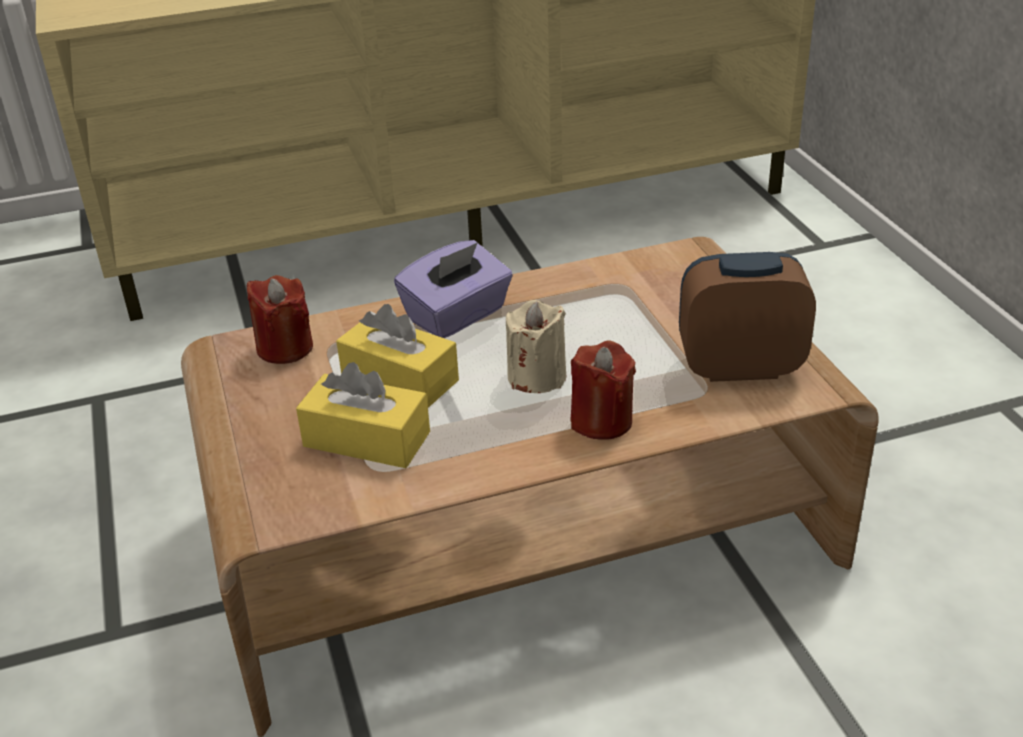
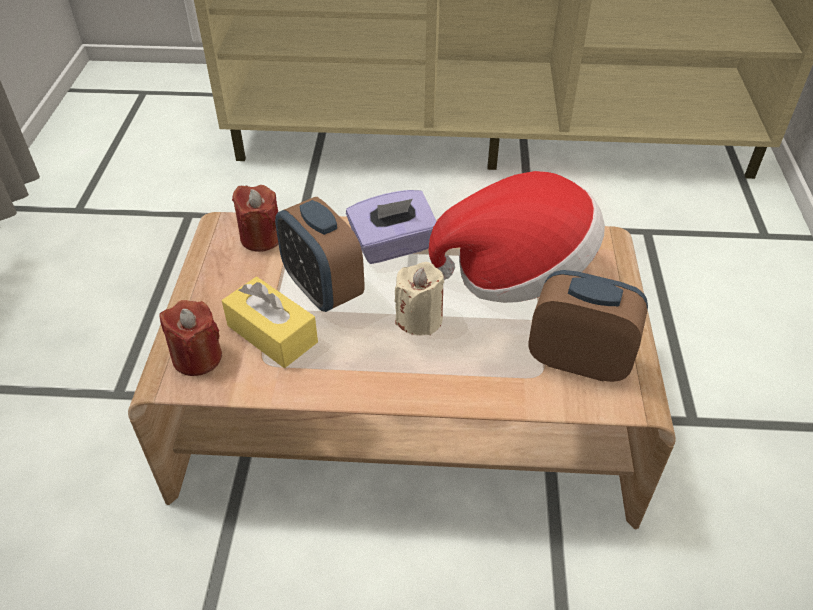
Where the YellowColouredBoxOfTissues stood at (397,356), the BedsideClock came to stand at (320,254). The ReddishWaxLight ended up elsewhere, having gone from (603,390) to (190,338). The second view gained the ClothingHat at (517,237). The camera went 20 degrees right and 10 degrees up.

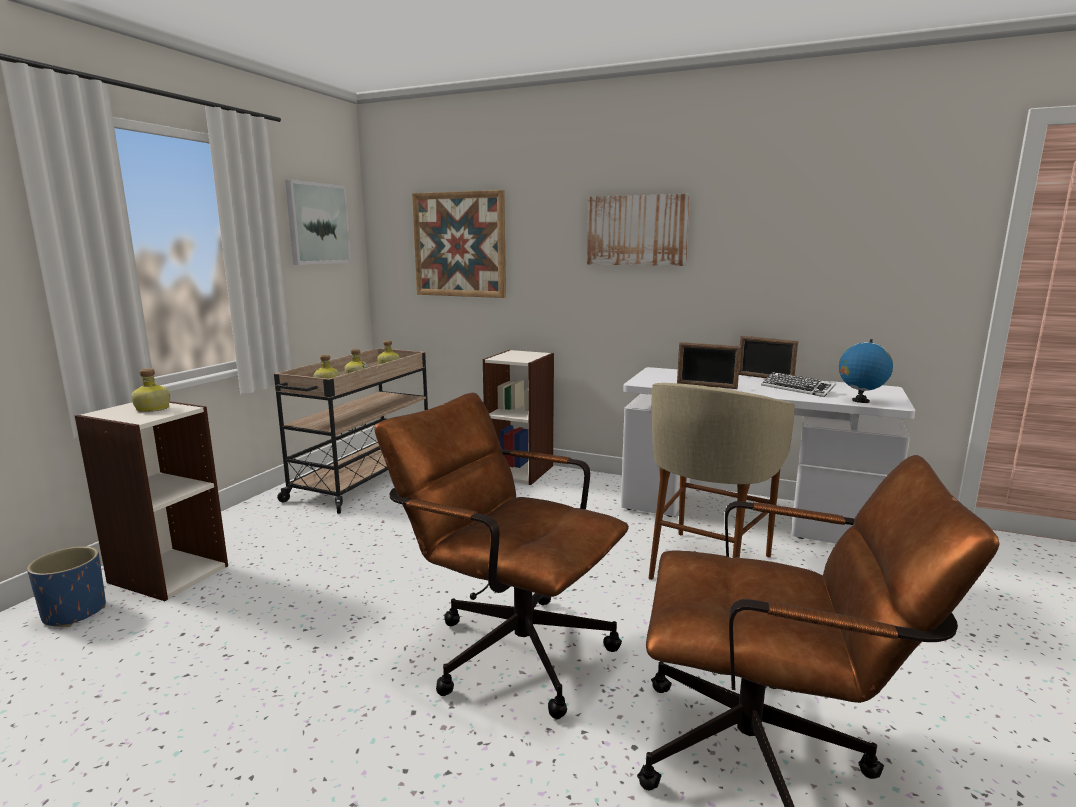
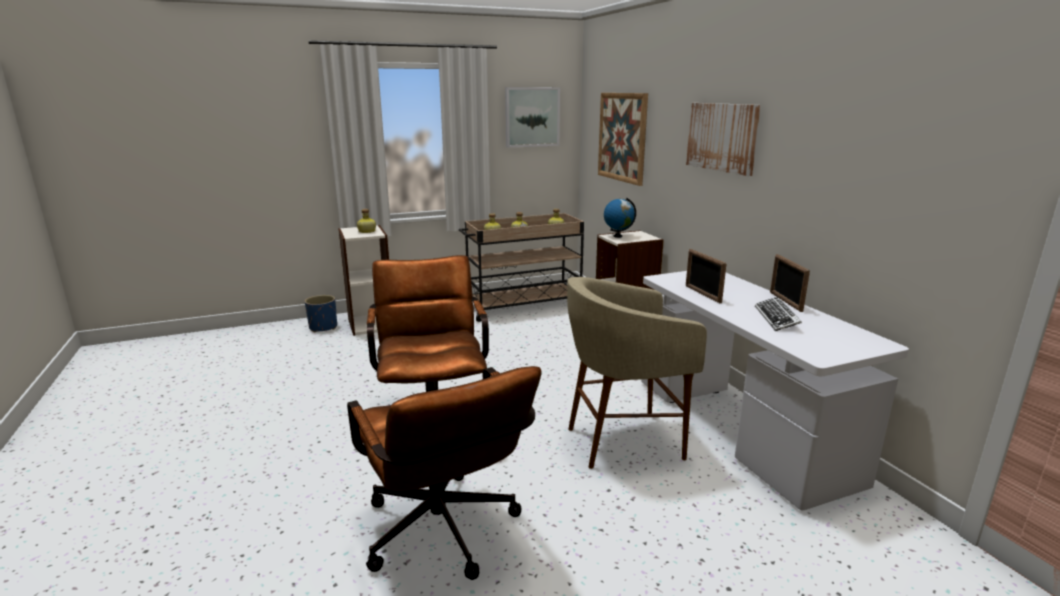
The WorldGlobe ended up elsewhere, having gone from (866,371) to (620,218). The camera went 45 degrees right and 5 degrees up.

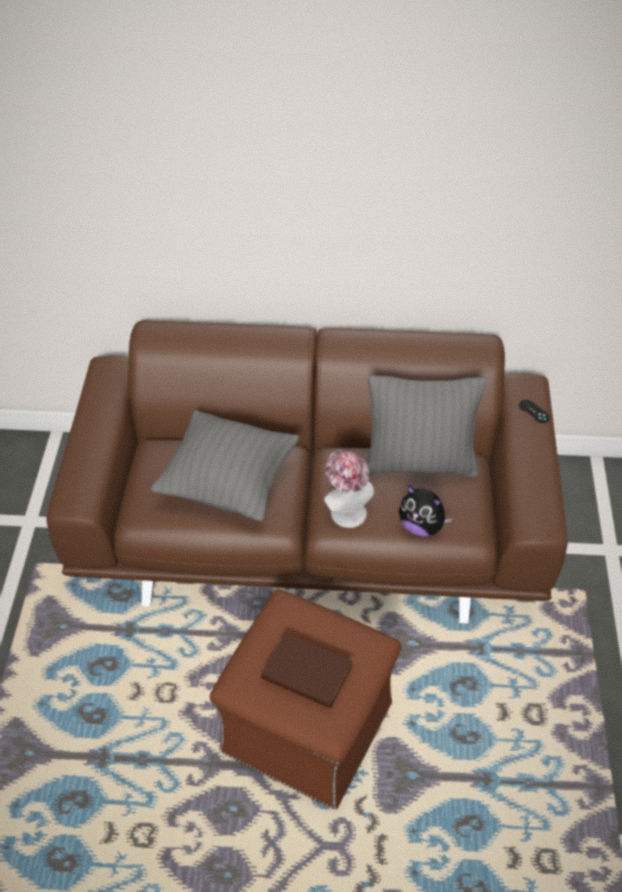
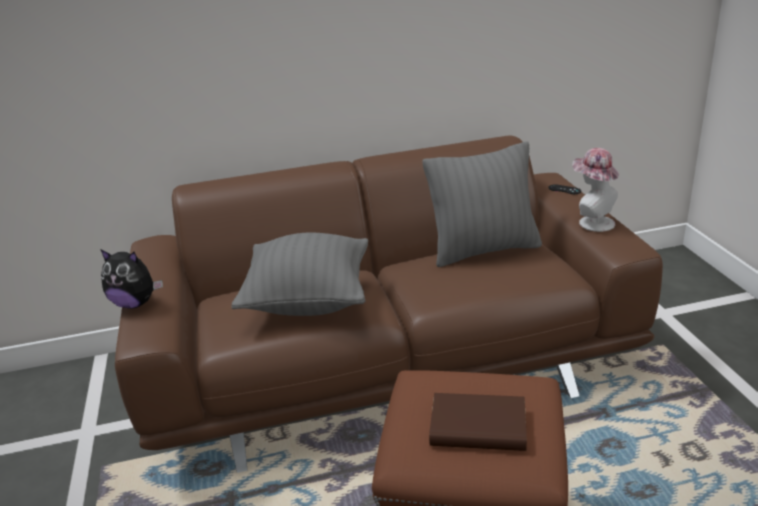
The ClothingHat ended up elsewhere, having gone from (349,489) to (596,190). The CuddlyToy ended up elsewhere, having gone from (426,511) to (131,279). The camera went 15 degrees left and 20 degrees down.

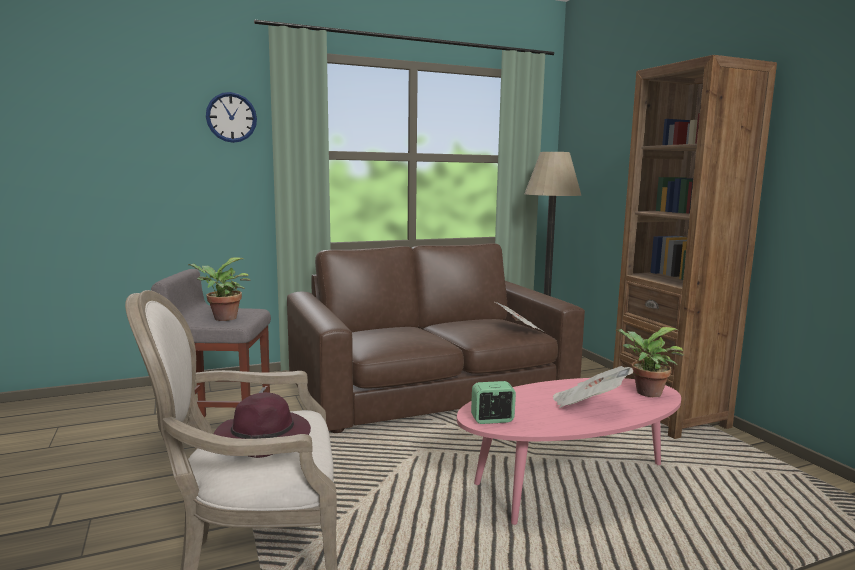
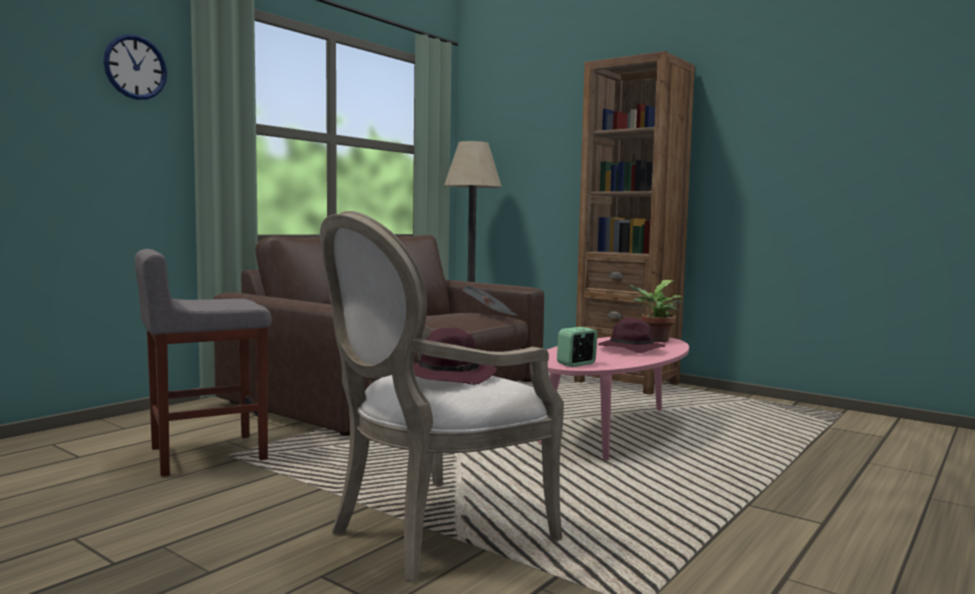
The second view lost the Houseplant at (219,289). Where the PrintedPaper stood at (593,387), the PurpleClothingHat came to stand at (632,335). The camera went 30 degrees left and 5 degrees down.

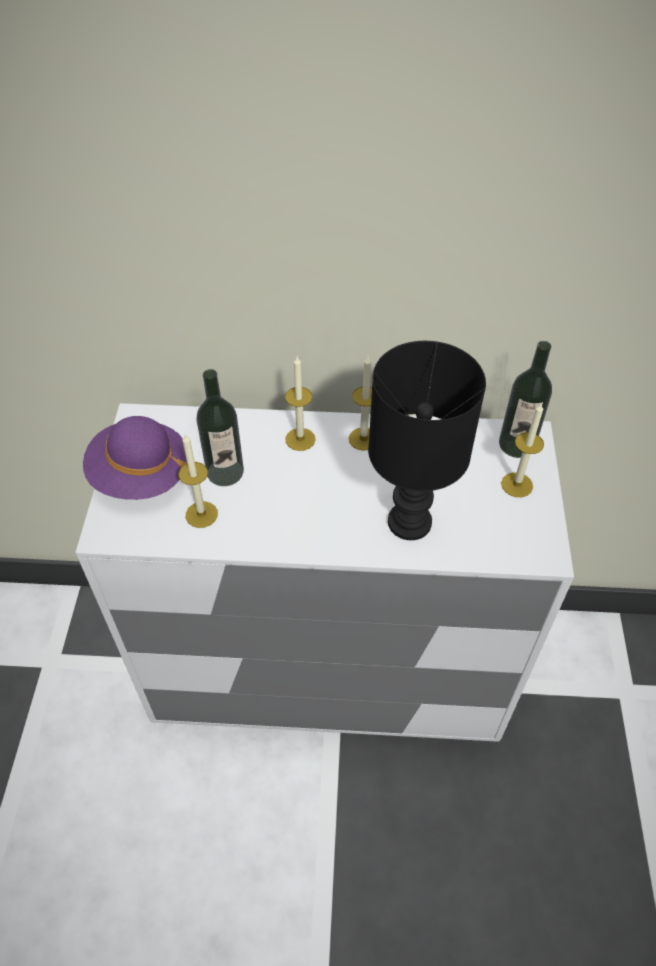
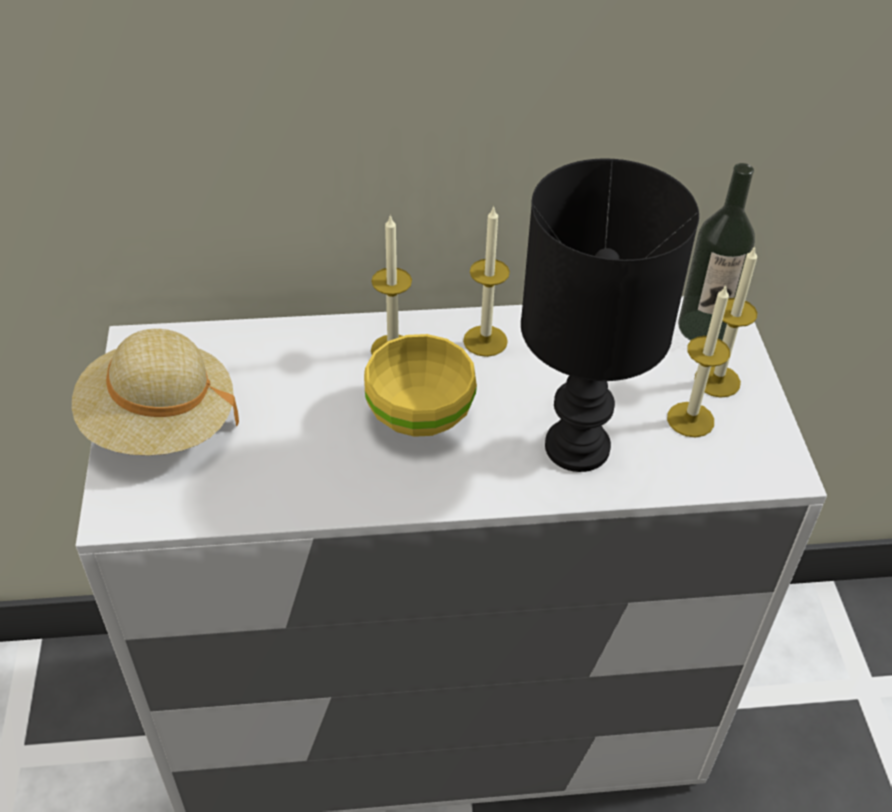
The second view lost the BeverageBottle at (220,427). What was the PurpleClothingHat at (135,458) turned into the SandColouredClothingHat at (155,392). The WaxLight ended up elsewhere, having gone from (198,481) to (698,361). The second view gained the YellowColouredBowl at (420,385). The camera went 10 degrees left and 5 degrees down.

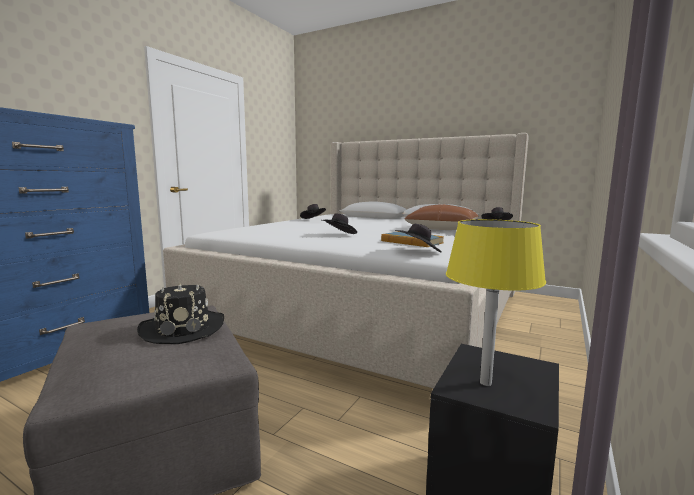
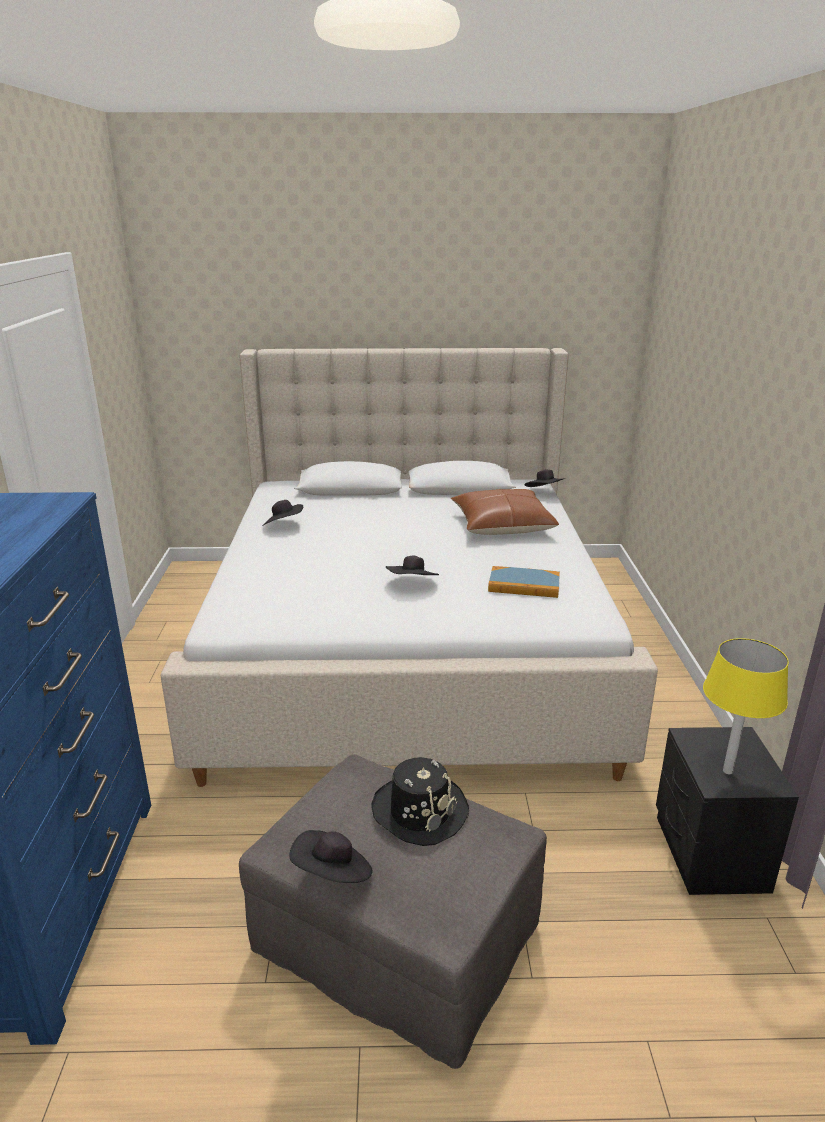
The BlackishClothingHat ended up elsewhere, having gone from (418,238) to (330,856). The camera went 30 degrees left and 15 degrees up.

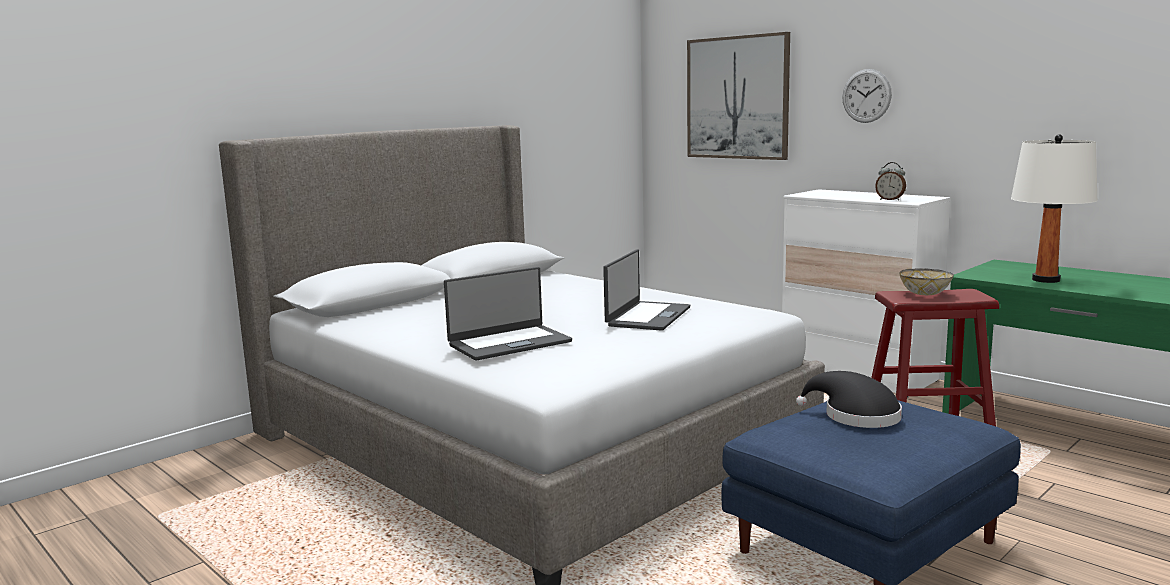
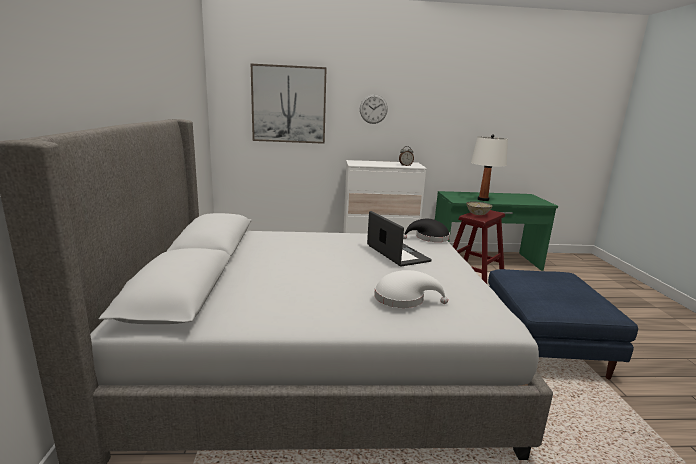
Where the NotebookComputer stood at (508,314), the WhiteColouredClothingHat came to stand at (411,289). The BlackishClothingHat ended up elsewhere, having gone from (849,399) to (426,230). The camera went 50 degrees left and 5 degrees up.

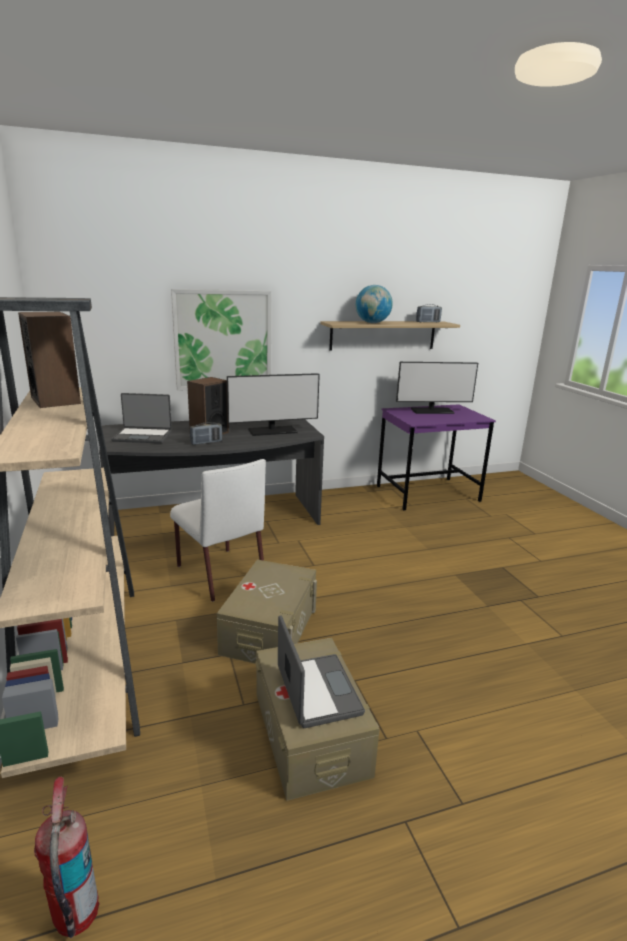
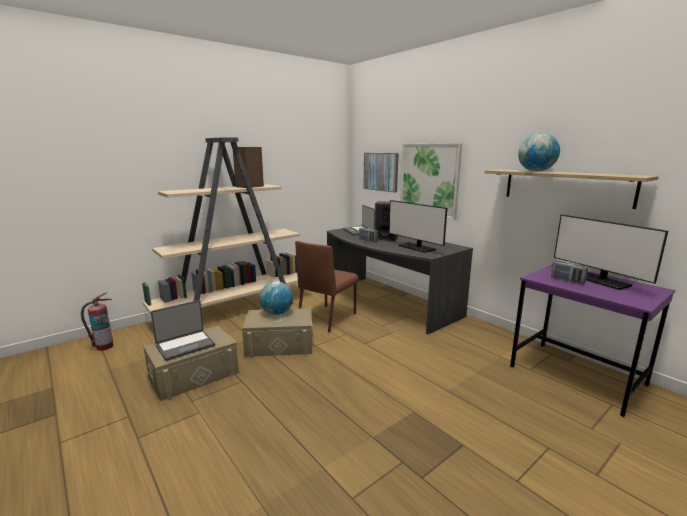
The RadioSet ended up elsewhere, having gone from (429,313) to (569,272). What was the WhiteColouredPlainChair at (218,530) turned into the BrownColouredPlainChair at (327,287). The second view gained the WallArt at (381,172). The second view gained the WorldGlobe at (276,298). The camera went 70 degrees right and 5 degrees down.

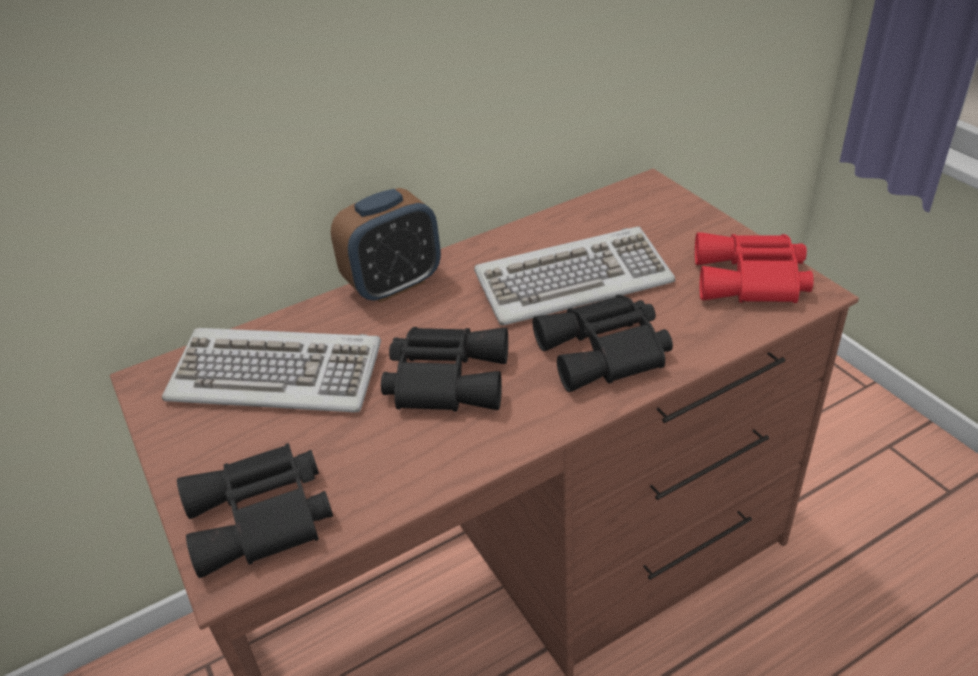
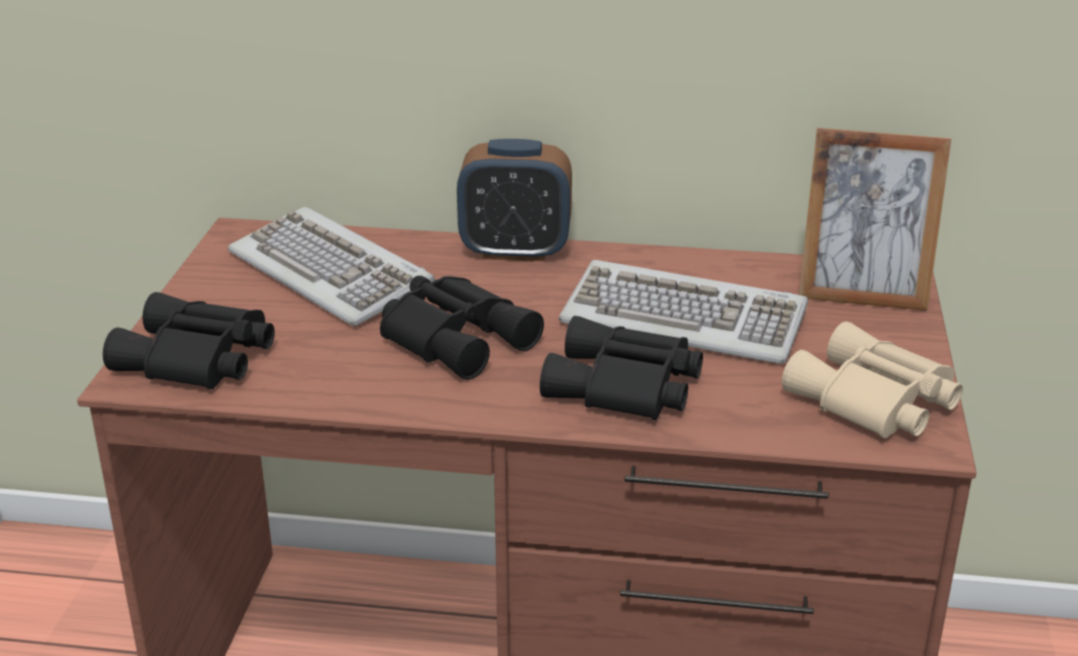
What was the ReddishPairOfBinoculars at (754,267) turned into the SandColouredPairOfBinoculars at (872,379). The second view gained the PictureFrame at (875,219). The camera went 35 degrees right and 10 degrees down.

